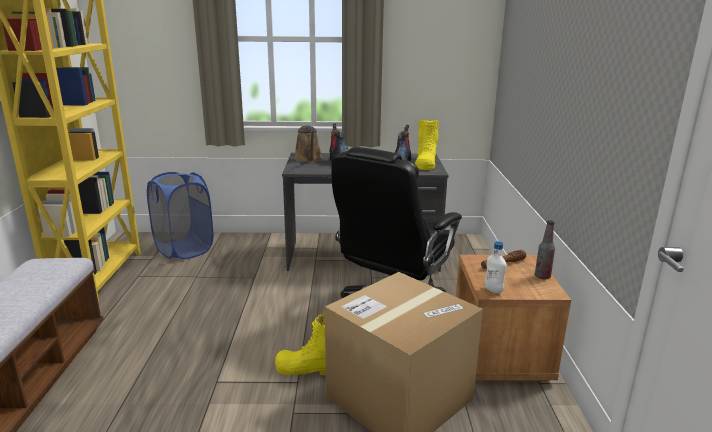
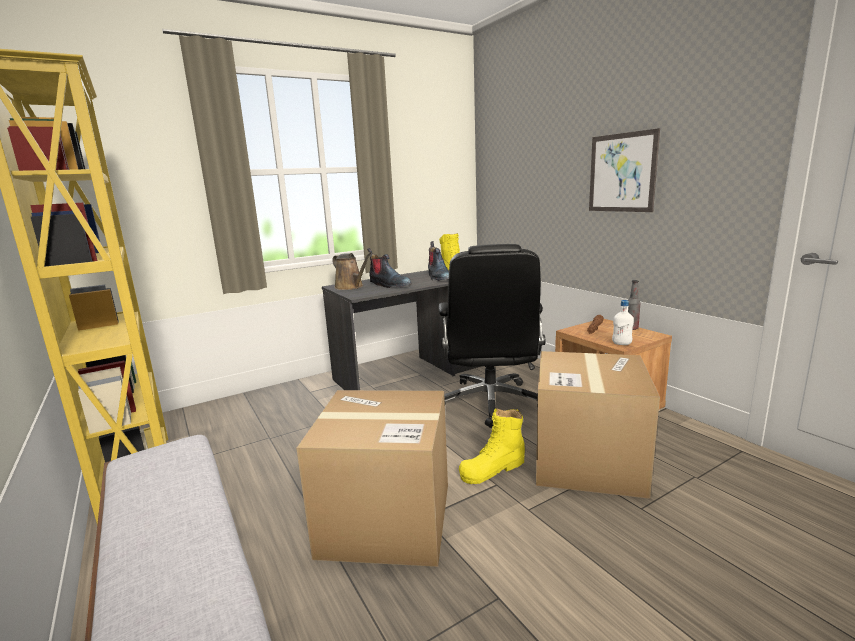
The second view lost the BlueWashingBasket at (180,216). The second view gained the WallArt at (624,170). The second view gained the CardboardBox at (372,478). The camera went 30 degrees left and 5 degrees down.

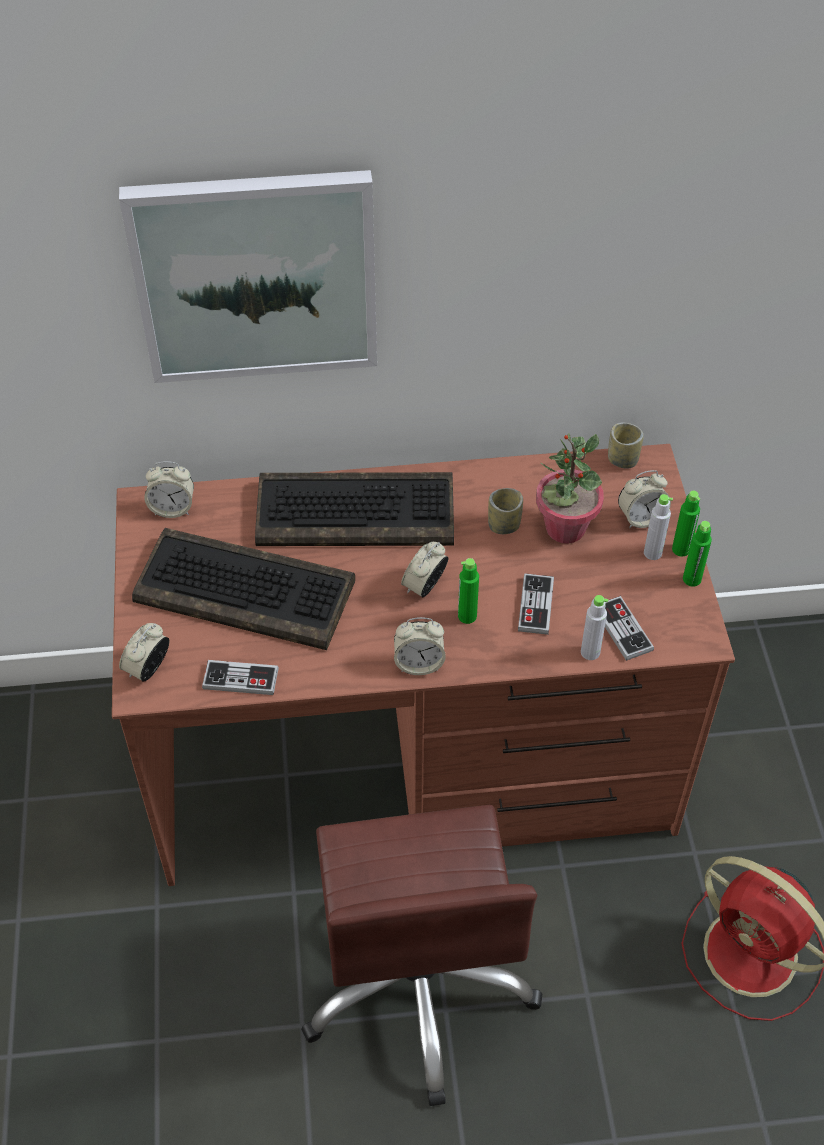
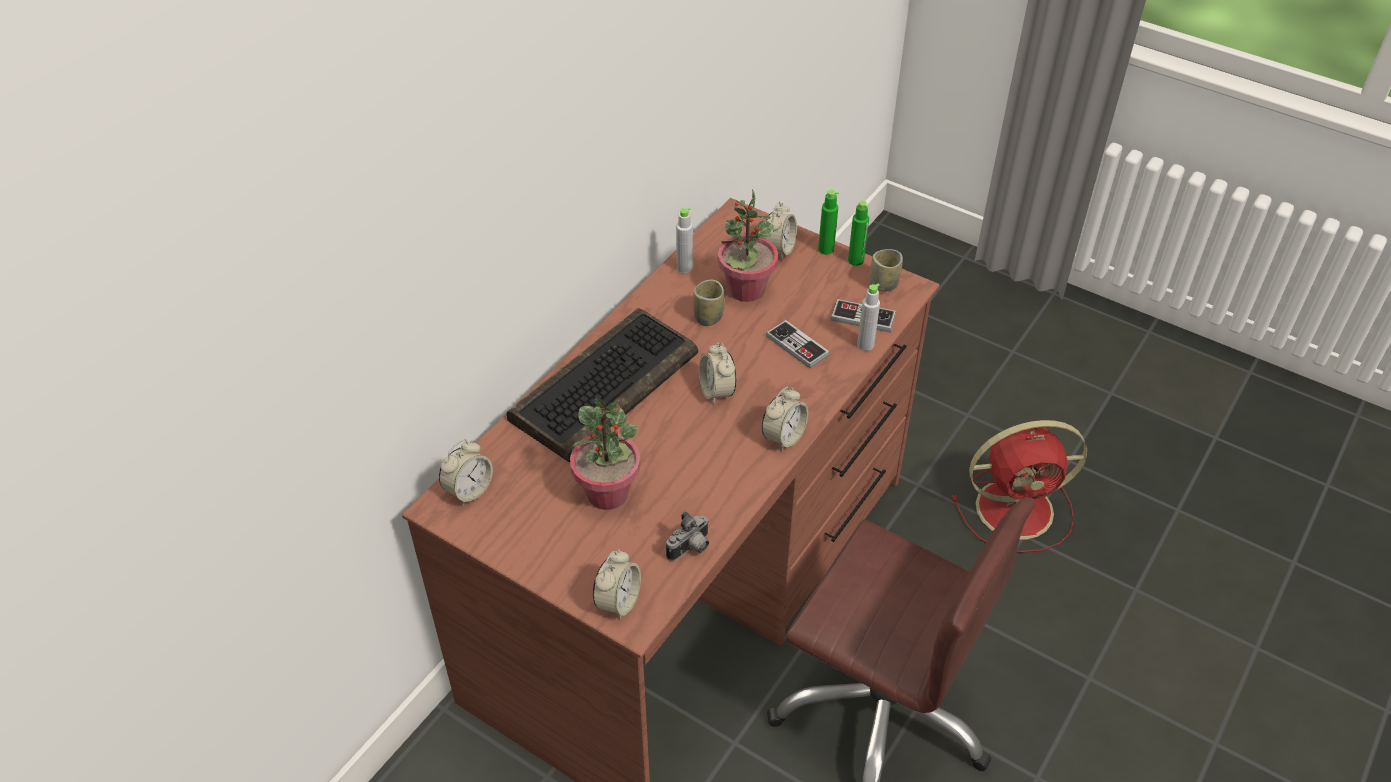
The second view lost the WallArt at (248,276). The DrinkingCup ended up elsewhere, having gone from (626,446) to (886,270). The GreyBeverageBottle ended up elsewhere, having gone from (658,527) to (684,240). Where the Keyboard stood at (243,589), the Houseplant came to stand at (605,454). The second view lost the GreenishBeverageBottle at (468,591). The BedsideClock at (144,652) ended up facing another way, 135 degrees counterclockwise from before. Where the GameController stood at (240,677), the PhotoCamera came to stand at (687,536). The camera went 50 degrees left and 5 degrees down.

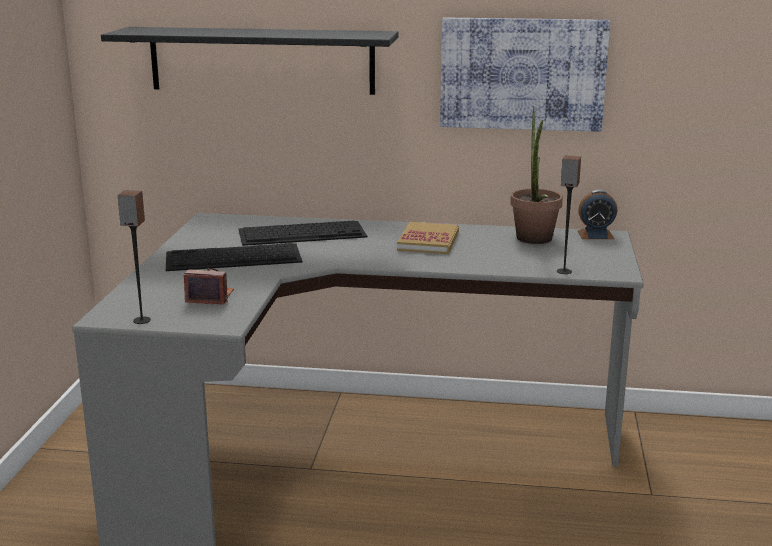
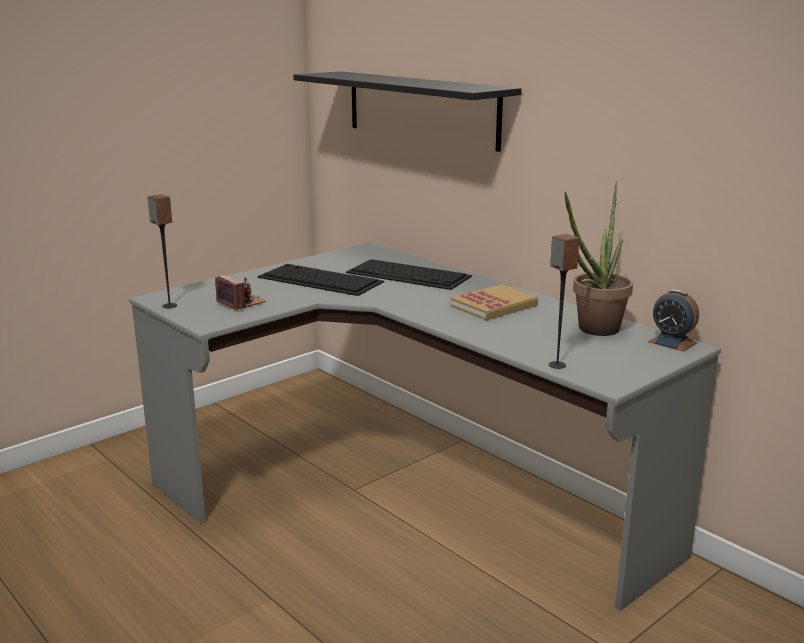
The second view lost the WallArt at (525,74). The camera went 40 degrees right and 0 degrees up.

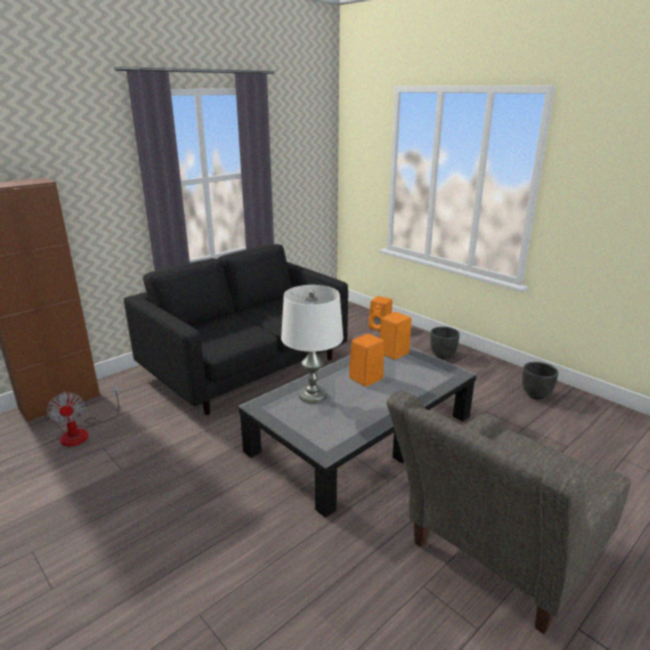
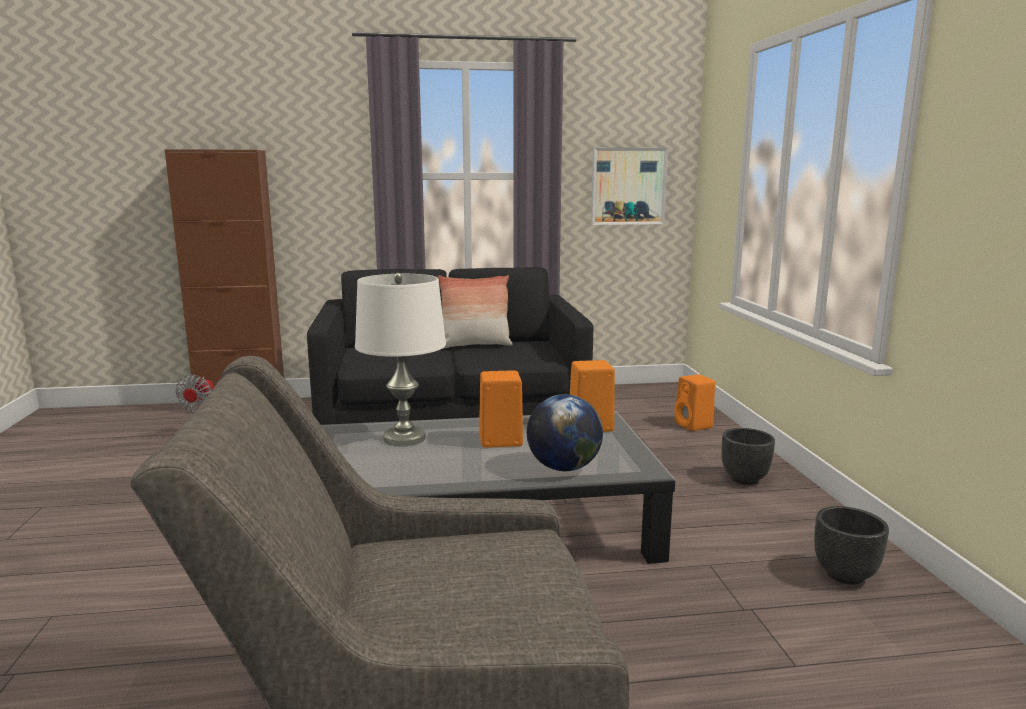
The second view gained the WallArt at (629,186). The second view gained the ThrowPillow at (475,312). The second view gained the WorldGlobe at (565,432). The camera went 35 degrees right and 10 degrees down.

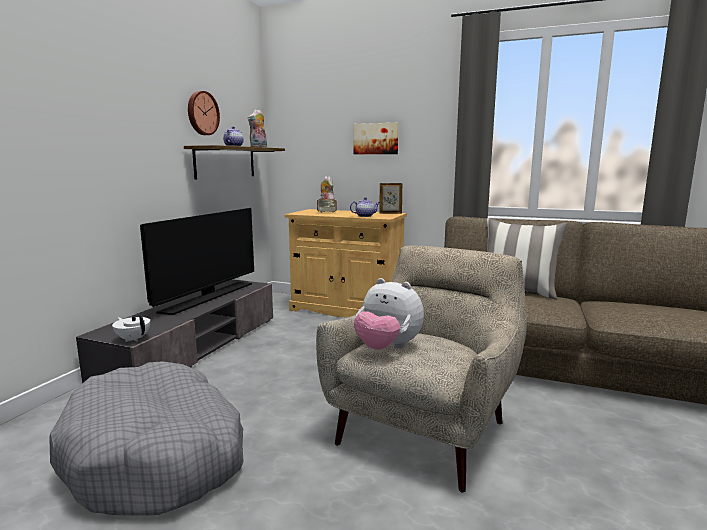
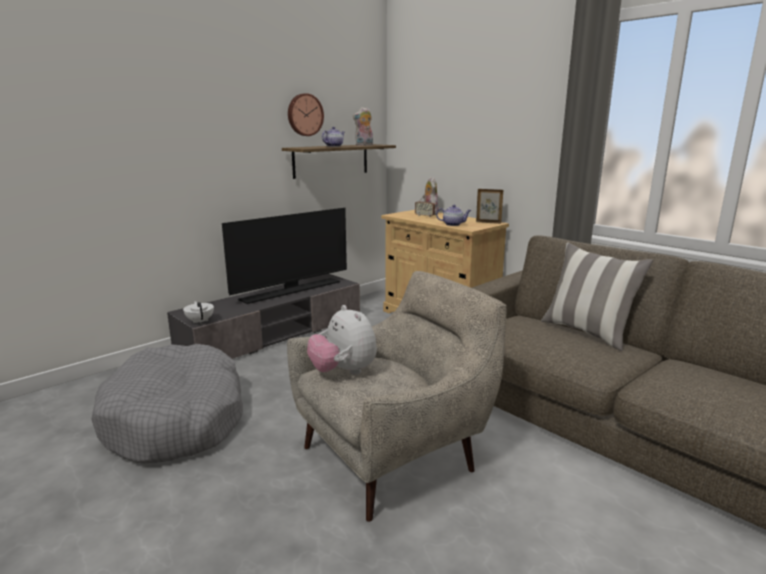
The second view lost the WallArt at (376,138). The camera went 25 degrees right and 5 degrees up.

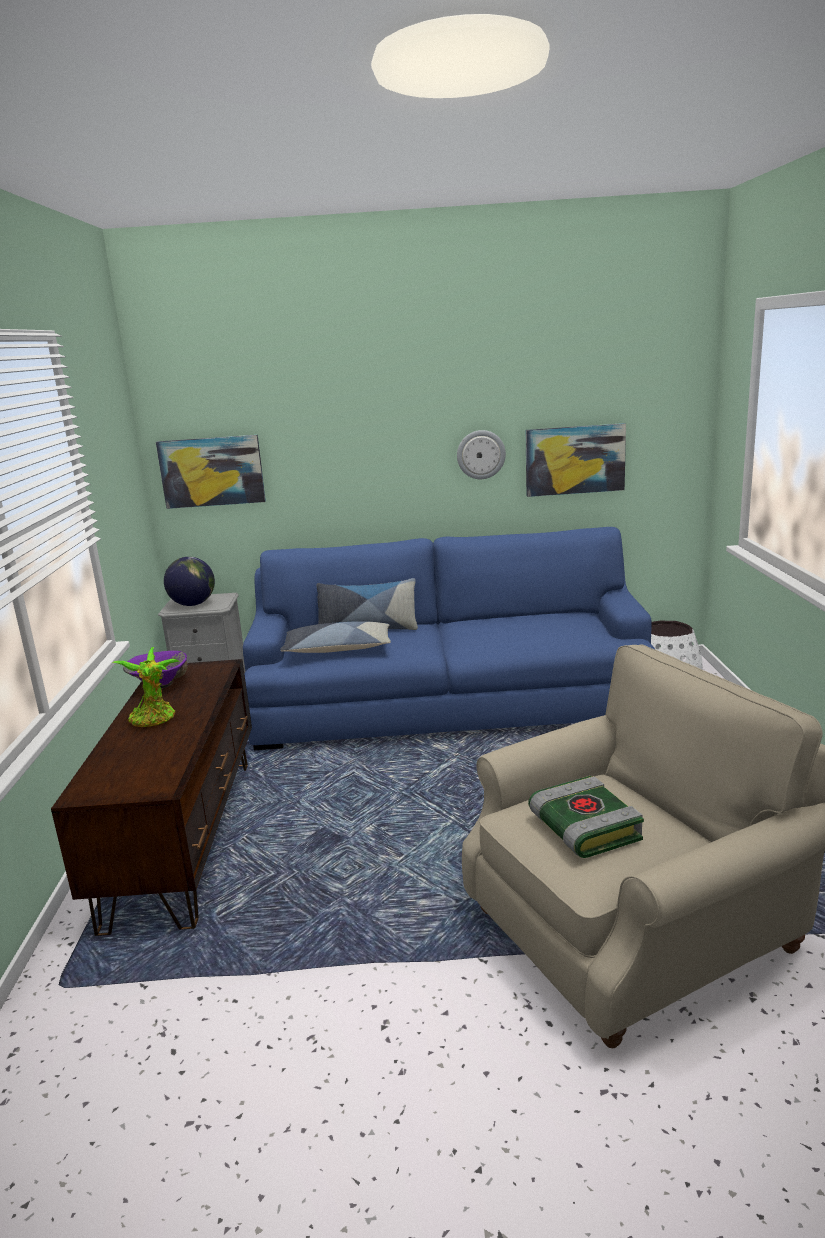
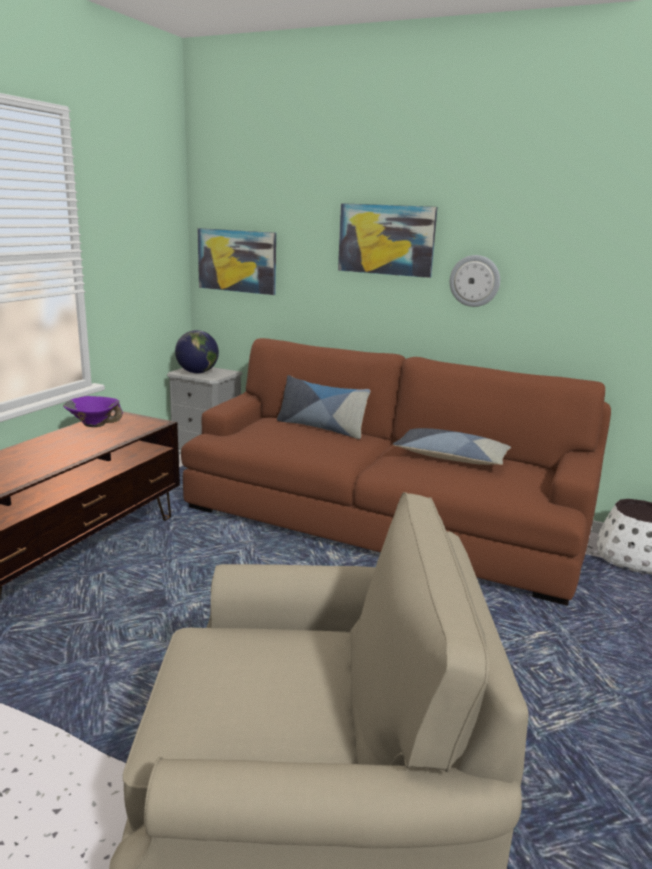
The WallArt ended up elsewhere, having gone from (575,460) to (387,240). What was the BlueSettee at (449,638) turned into the BrownColouredSettee at (396,472). The ThrowPillow ended up elsewhere, having gone from (335,637) to (452,446). The second view lost the Houseplant at (145,687). The second view lost the BoundBook at (586,817). The camera went 25 degrees right and 0 degrees up.

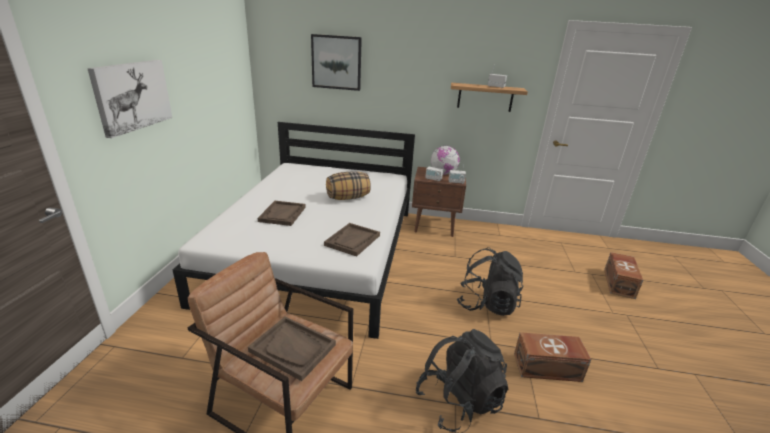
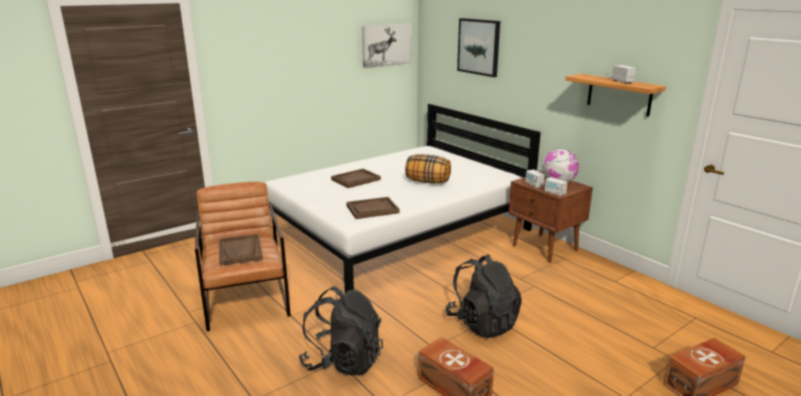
The WallArt ended up elsewhere, having gone from (129,99) to (387,46). The camera went 45 degrees right and 5 degrees down.

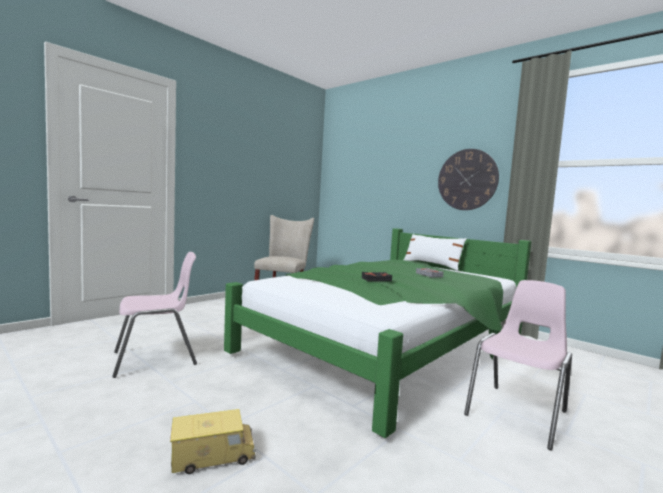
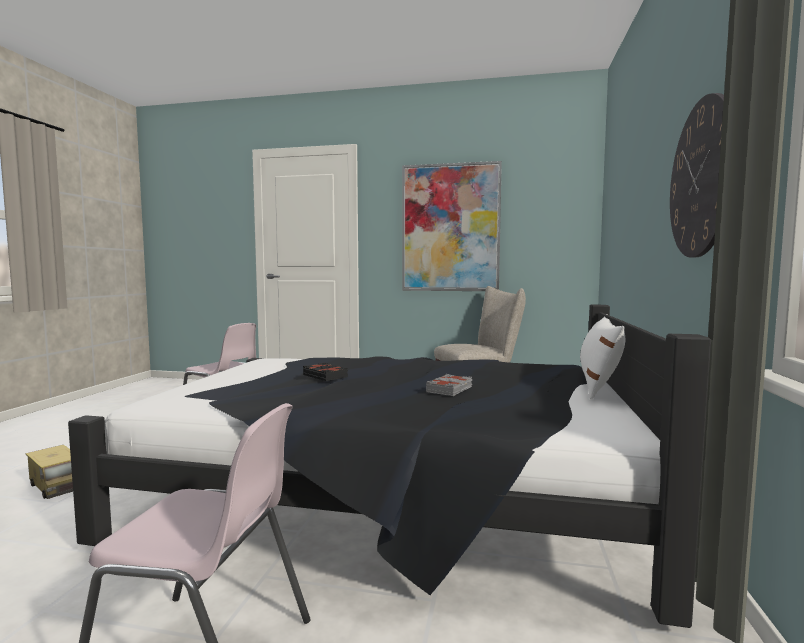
What was the GreenishBedroomBed at (377,333) turned into the BlackishBedroomBed at (389,466). The second view gained the WallArt at (452,226). The camera went 60 degrees right and 0 degrees up.

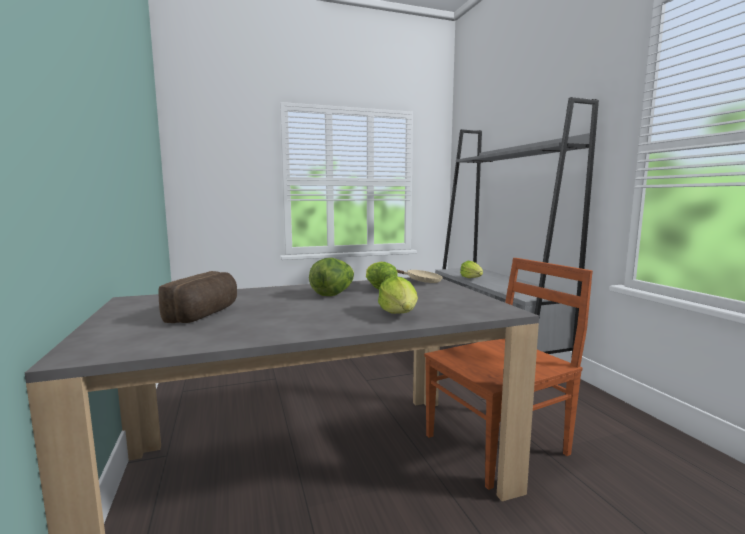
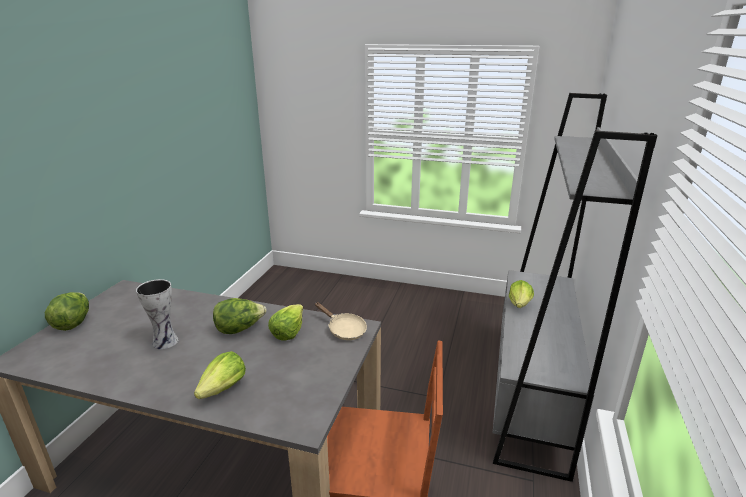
The second view lost the Bread at (198,297). The second view gained the Vase at (157,314). The second view gained the LettuceHead at (67,311). The camera went 35 degrees right and 15 degrees up.

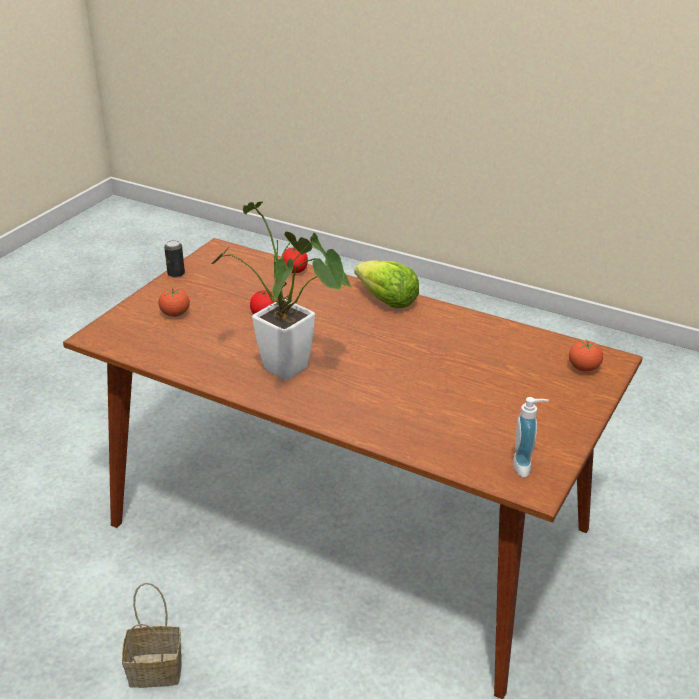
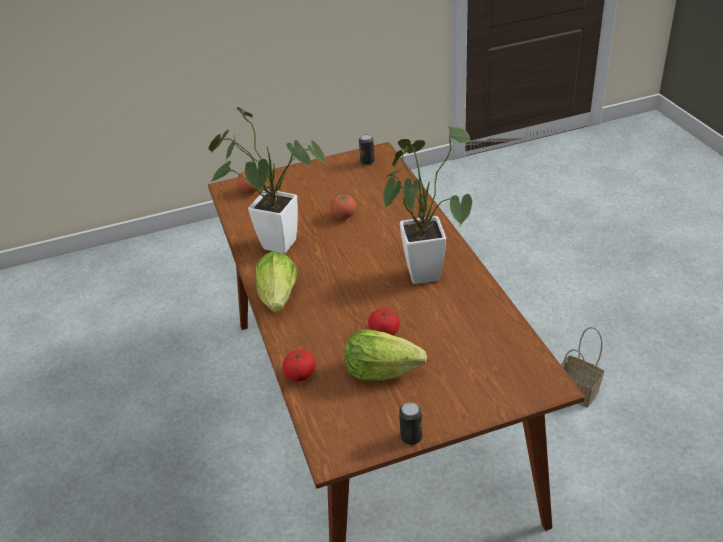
The WholeTomato ended up elsewhere, having gone from (174,302) to (343,206). Where the SoapBottle stood at (531,437), the Can came to stand at (367,149). The second view gained the Houseplant at (268,180). The second view gained the LettuceHead at (385,355). The camera went 135 degrees left and 5 degrees up.

